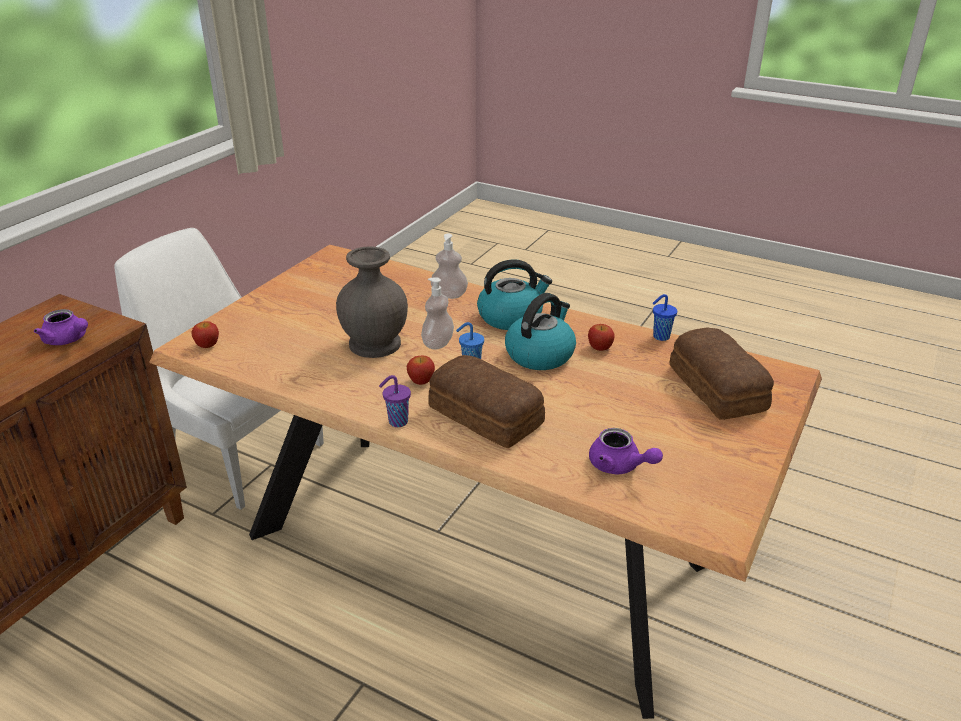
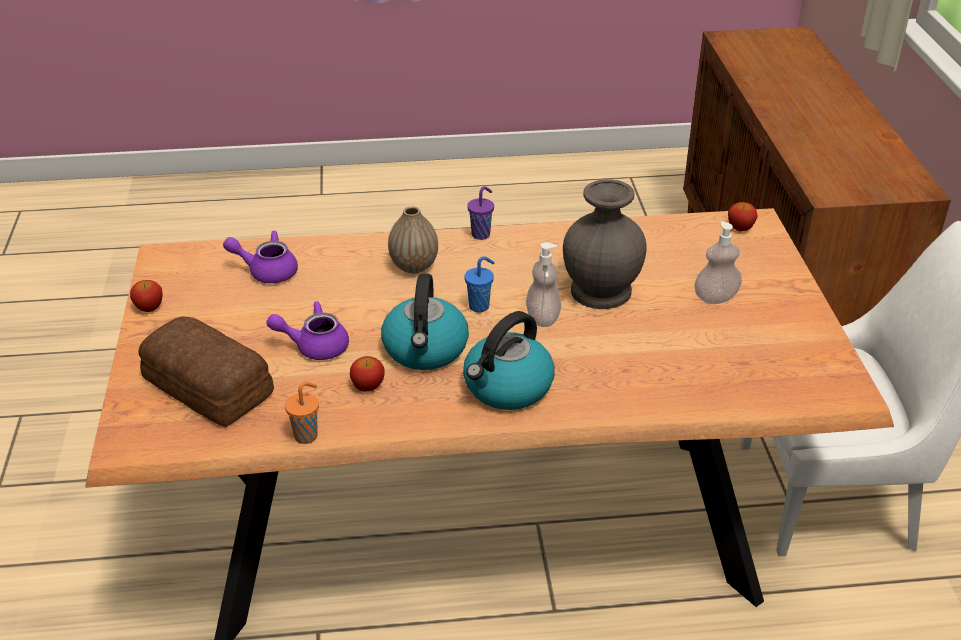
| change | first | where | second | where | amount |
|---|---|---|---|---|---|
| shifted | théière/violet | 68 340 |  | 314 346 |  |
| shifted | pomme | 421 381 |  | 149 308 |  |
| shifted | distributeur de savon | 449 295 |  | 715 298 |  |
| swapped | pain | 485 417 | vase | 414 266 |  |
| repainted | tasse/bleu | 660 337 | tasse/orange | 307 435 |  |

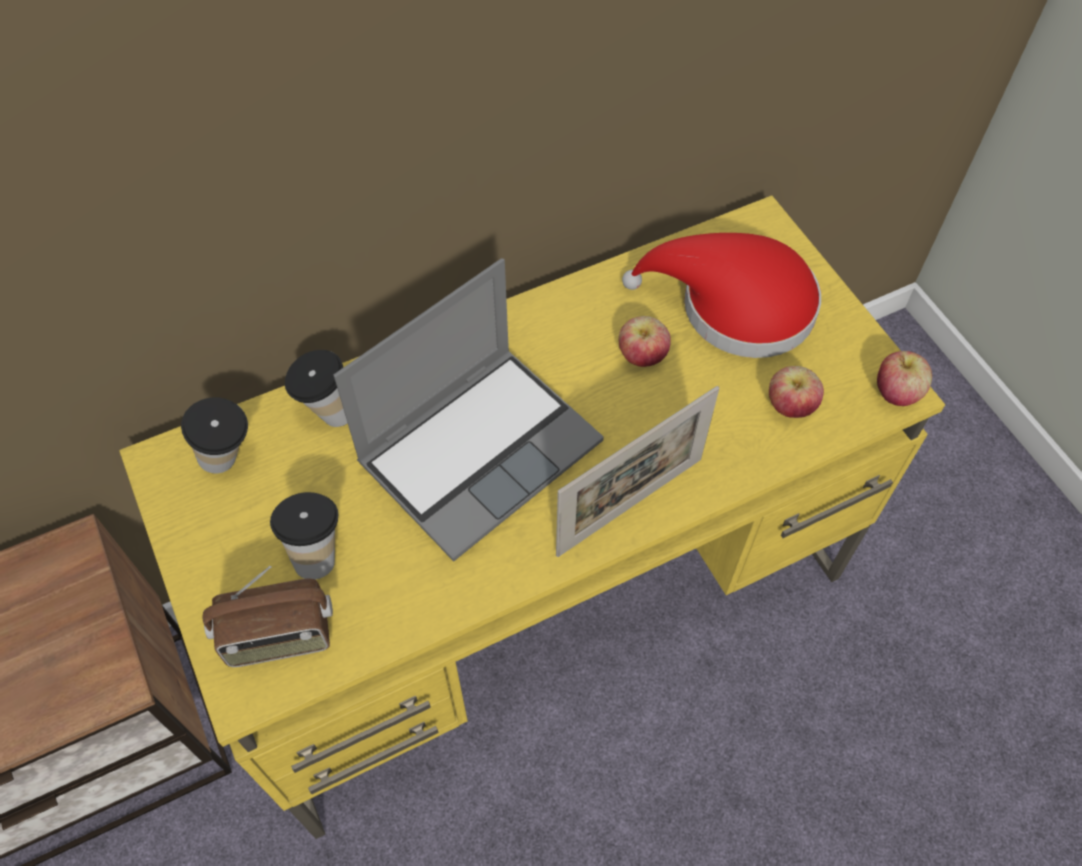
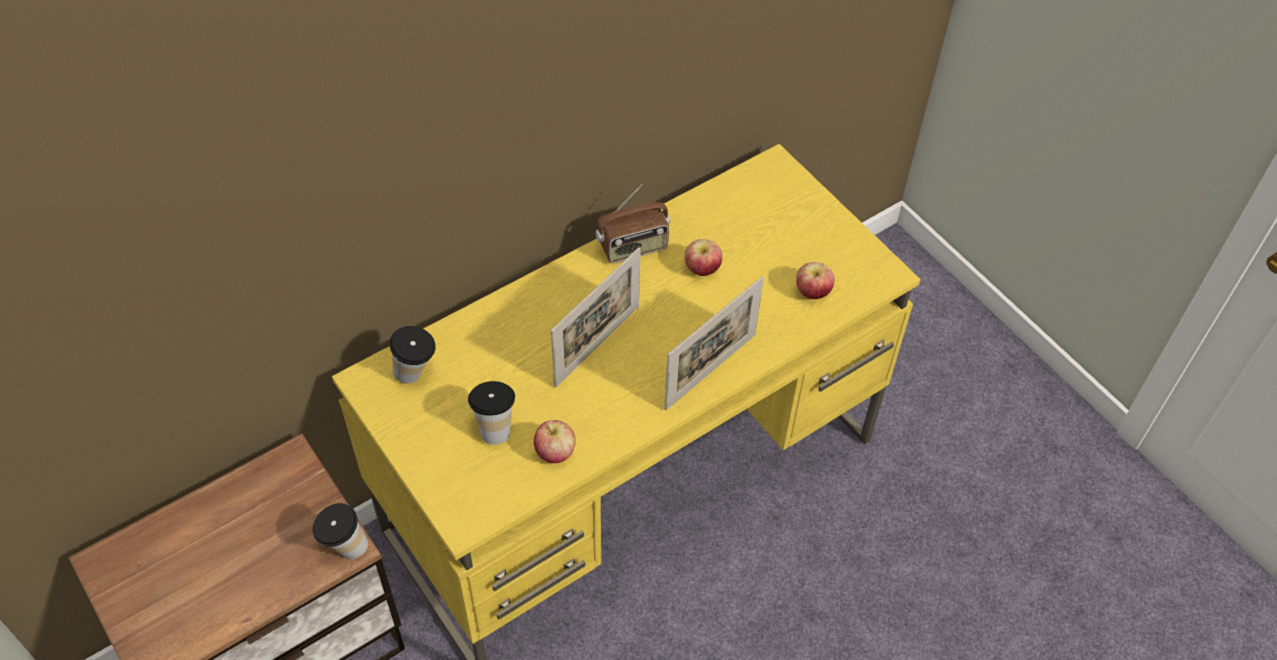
| change | first | where | second | where | amount |
|---|---|---|---|---|---|
| gone | chapeau/rouge | 735 306 |  |  |  |
| shifted | radio | 279 638 |  | 633 247 |  |
| shifted | tasse | 328 413 |  | 345 548 |  |
| shifted | pomme | 896 393 |  | 555 452 |  |
| swapped | ordinateur portable | 480 449 | cadre photo | 597 345 |  |

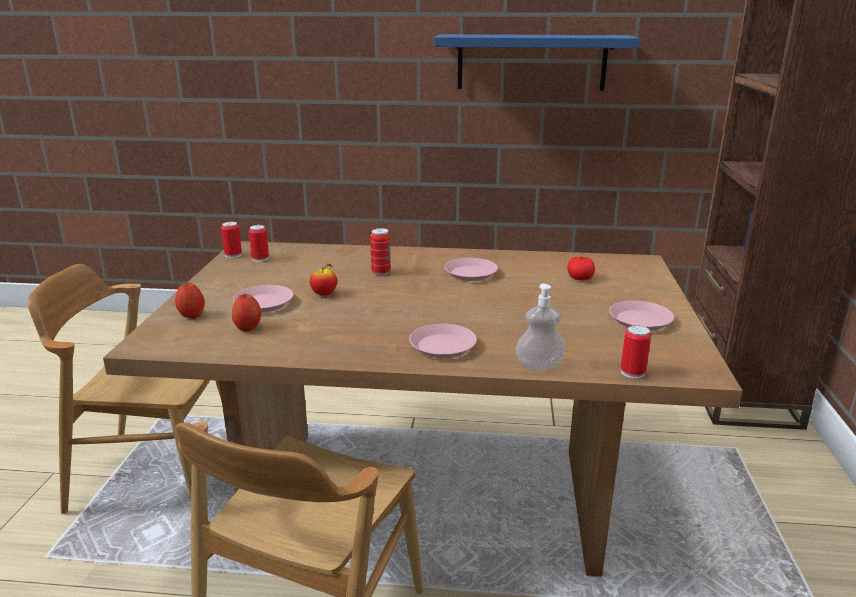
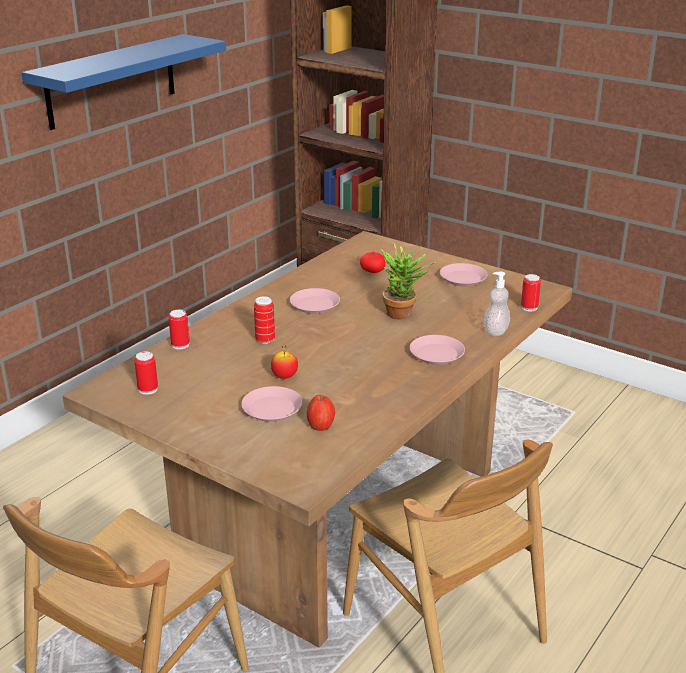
| change | first | where | second | where | amount |
|---|---|---|---|---|---|
| gone | pomme | 192 315 |  |  |  |
| new |  |  | plante en pot | 404 314 |  |
| shifted | boîte métallique | 233 255 |  | 180 345 |  |

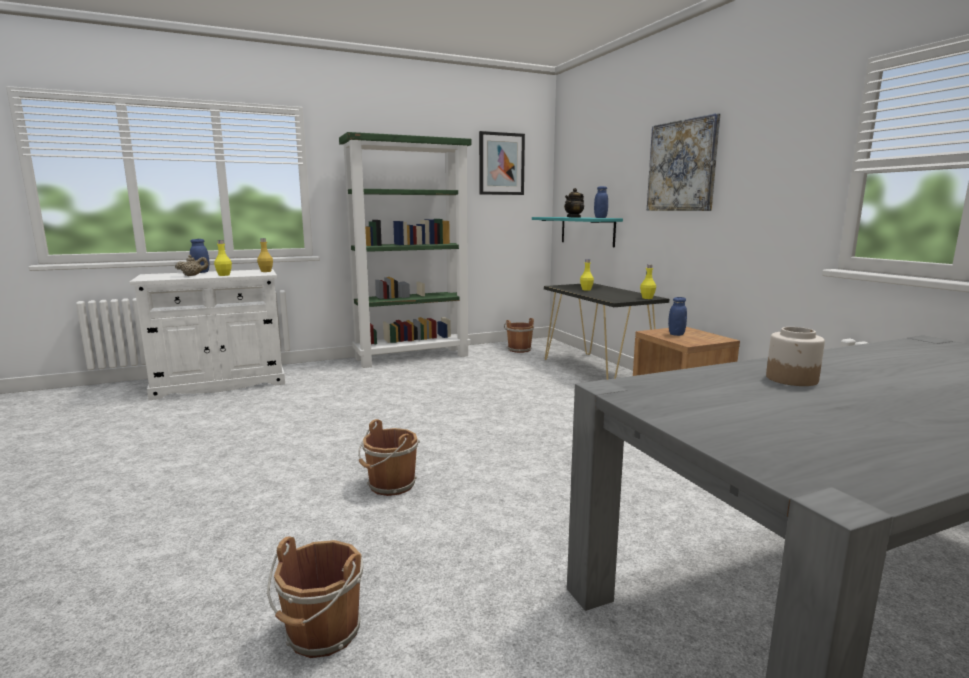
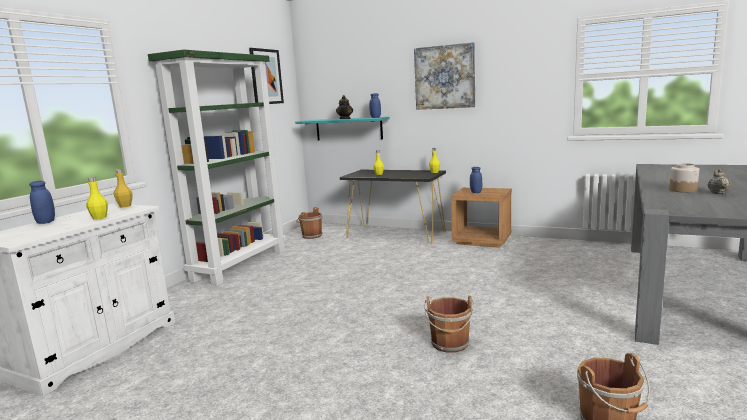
| change | first | where | second | where | amount |
|---|---|---|---|---|---|
| shifted | théière/beige | 193 275 |  | 717 193 |  |

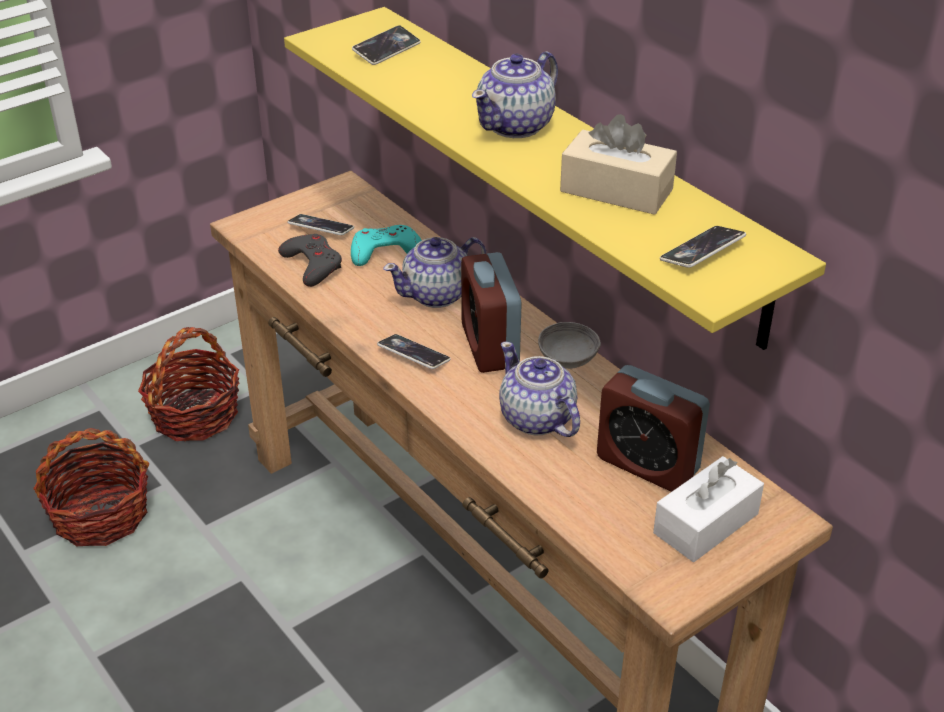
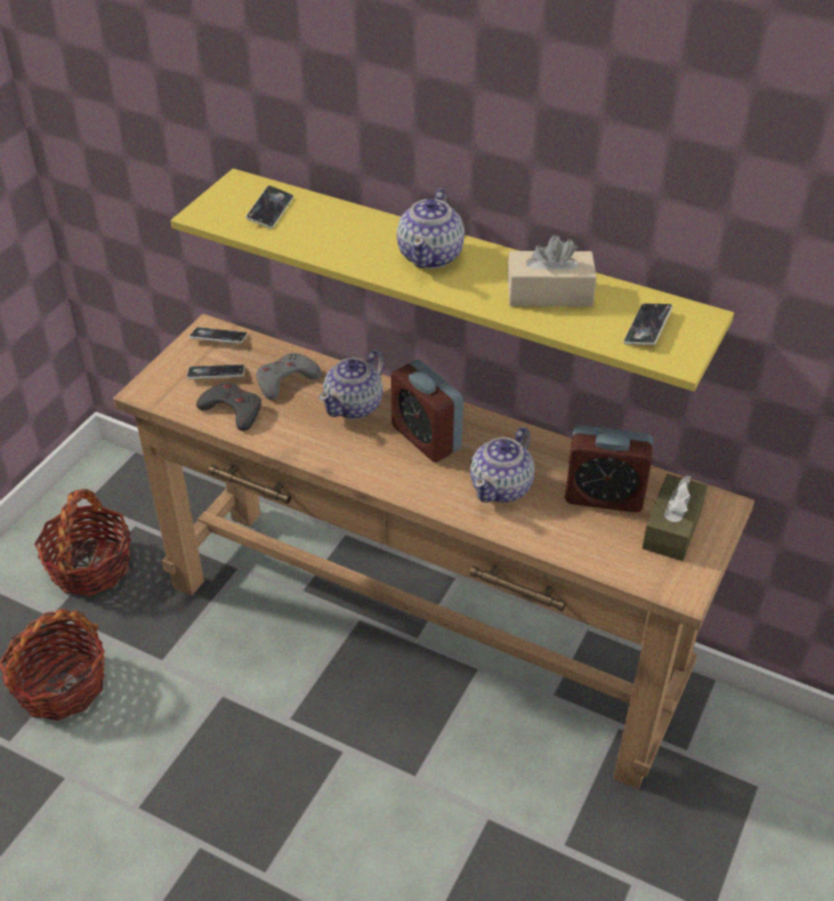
| change | first | where | second | where | amount |
|---|---|---|---|---|---|
| gone | bol/gris | 568 359 |  |  |  |
| shifted | téléphone | 414 355 |  | 219 338 |  |
| repainted | manette/turquoise | 385 252 | manette/gris | 286 380 |  |
| repainted | boîte à mouchoirs/blanc | 706 523 | boîte à mouchoirs/marron | 672 528 |  |
| rotated | théière | 537 419 |  | 502 487 | 90 degrees counterclockwise |

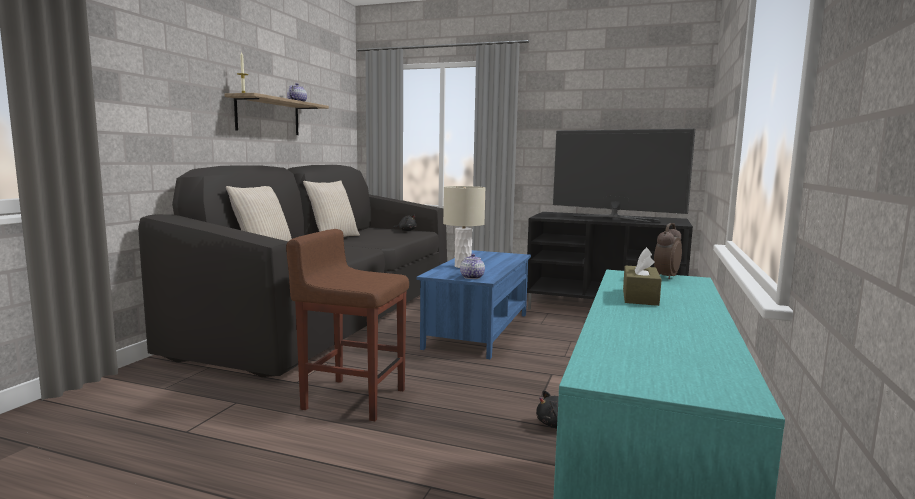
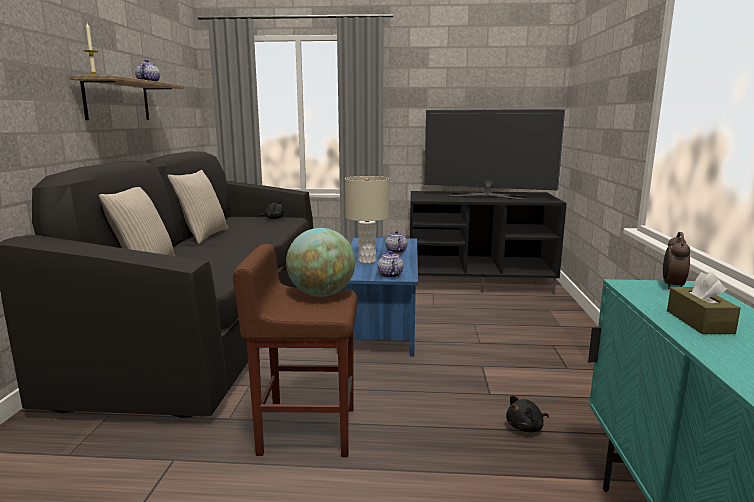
| change | first | where | second | where | amount |
|---|---|---|---|---|---|
| new |  |  | globe | 321 294 |  |
| new |  |  | théière | 395 251 |  |

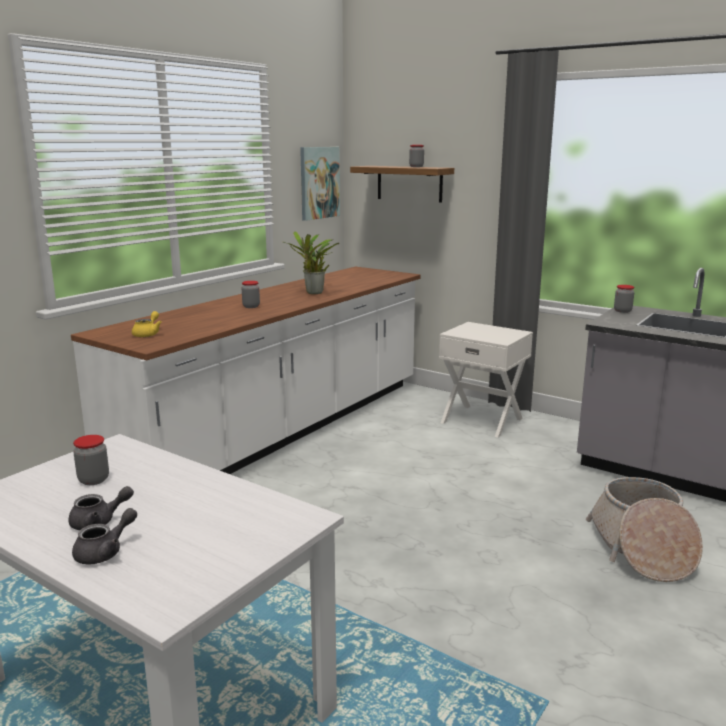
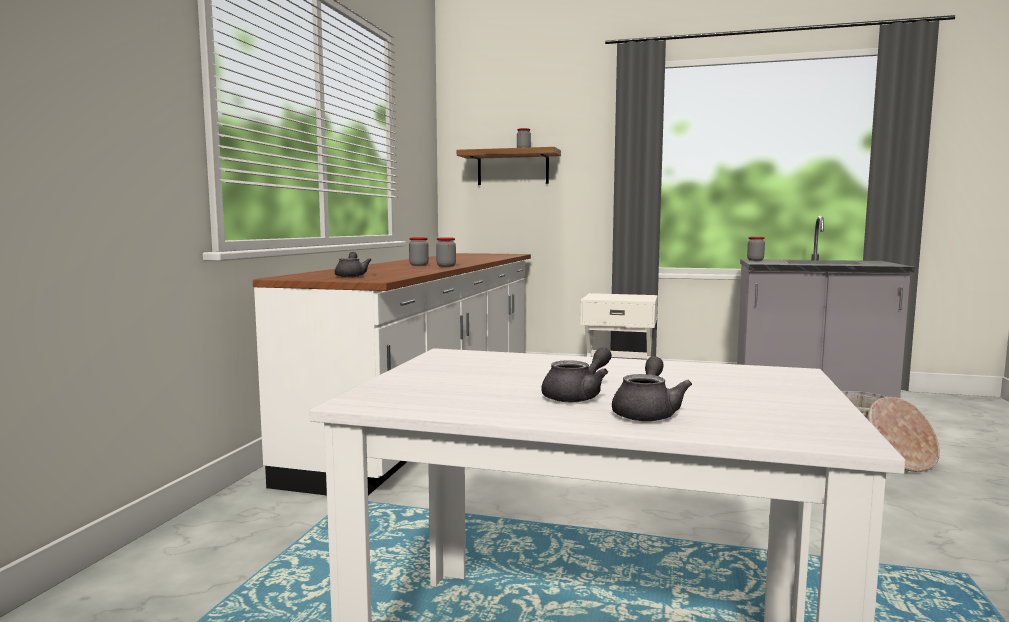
| change | first | where | second | where | amount |
|---|---|---|---|---|---|
| gone | plante en pot | 313 293 |  |  |  |
| gone | tableau | 319 183 |  |  |  |
| shifted | bocal | 93 480 |  | 446 266 |  |
| repainted | théière/jaune | 148 334 | théière/gris | 351 276 |  |

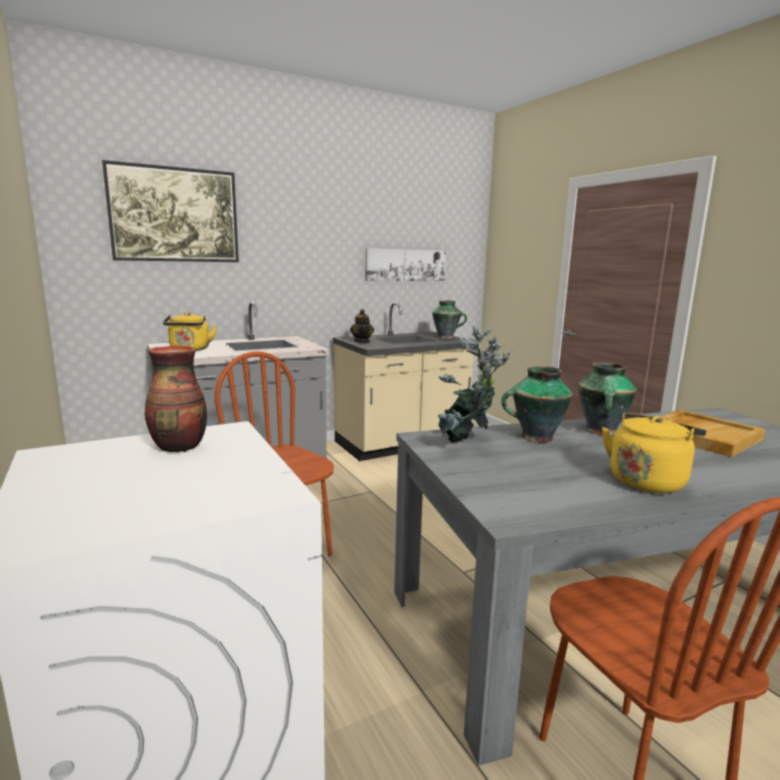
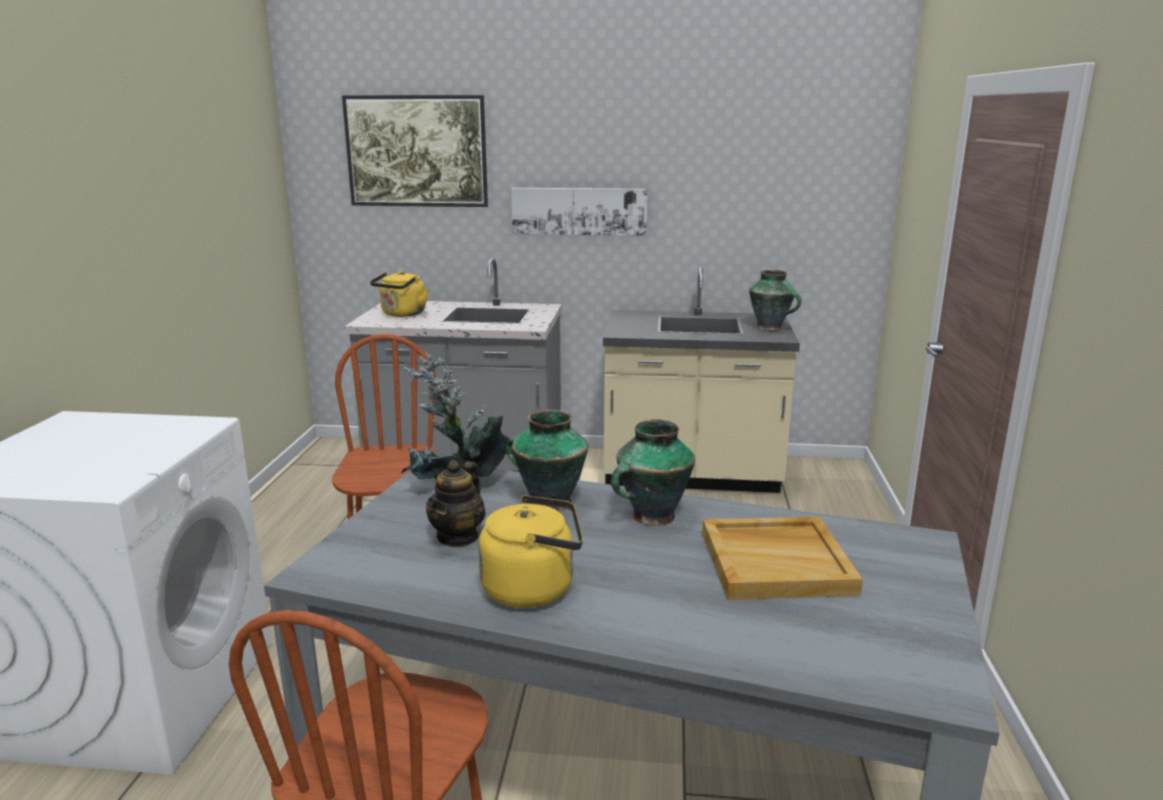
| change | first | where | second | where | amount |
|---|---|---|---|---|---|
| gone | vase | 179 447 |  |  |  |
| shifted | théière | 362 341 |  | 458 537 |  |
| shifted | tableau | 405 265 |  | 579 211 |  |

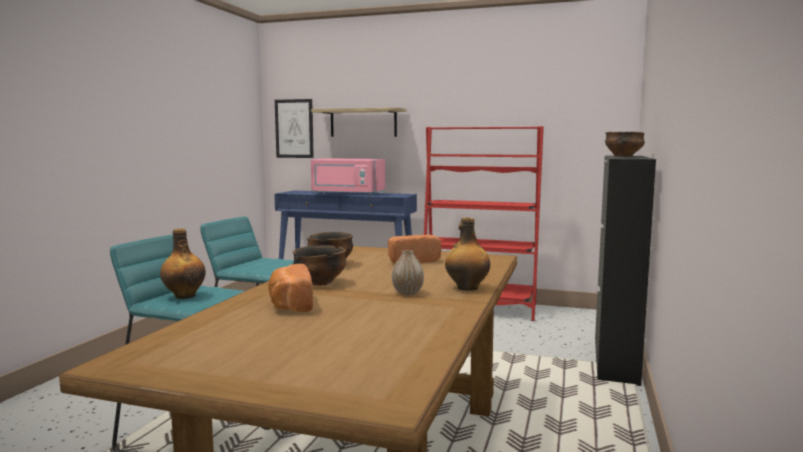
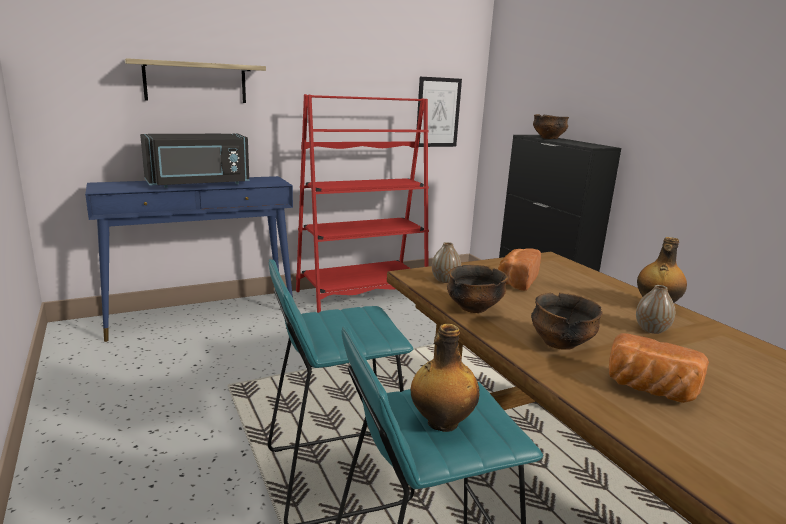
| change | first | where | second | where | amount |
|---|---|---|---|---|---|
| new |  |  | vase | 445 280 |  |
| shifted | tableau | 294 128 |  | 438 112 |  |
| repainted | micro-ondes/rose | 347 194 | micro-ondes/noir | 198 184 |  |

